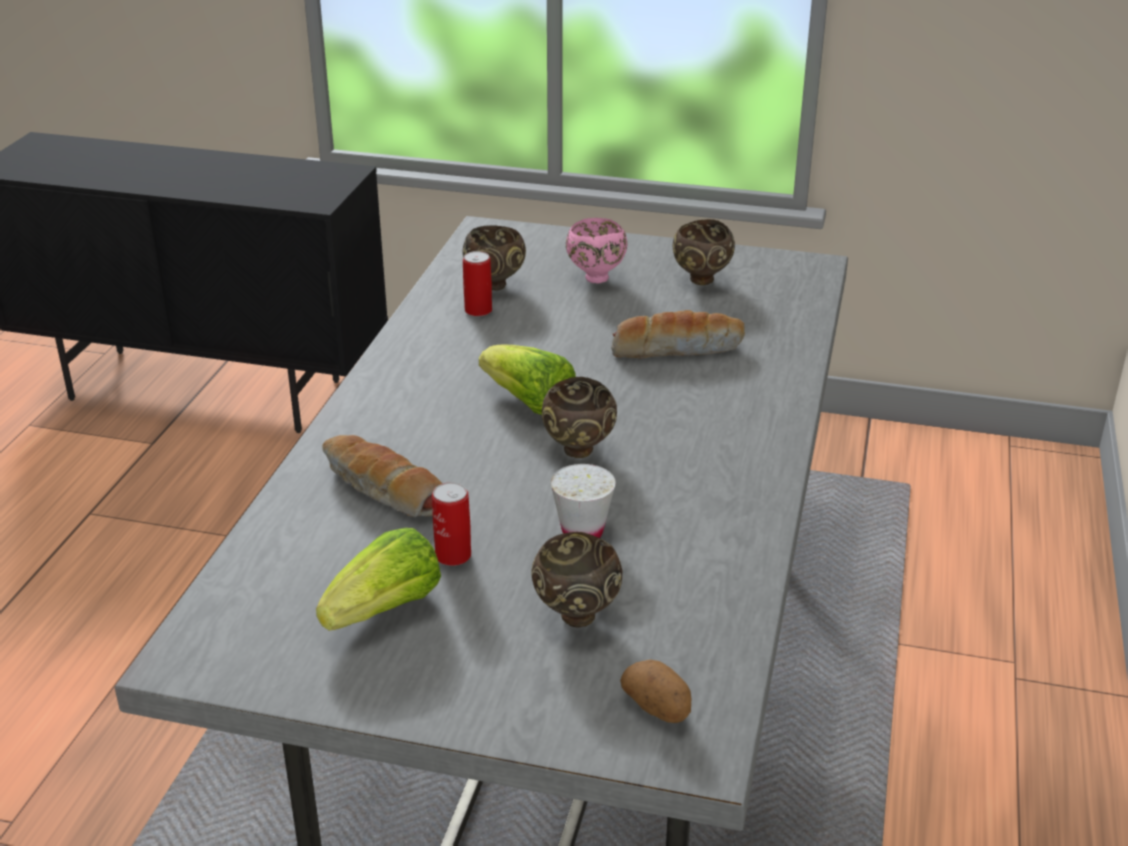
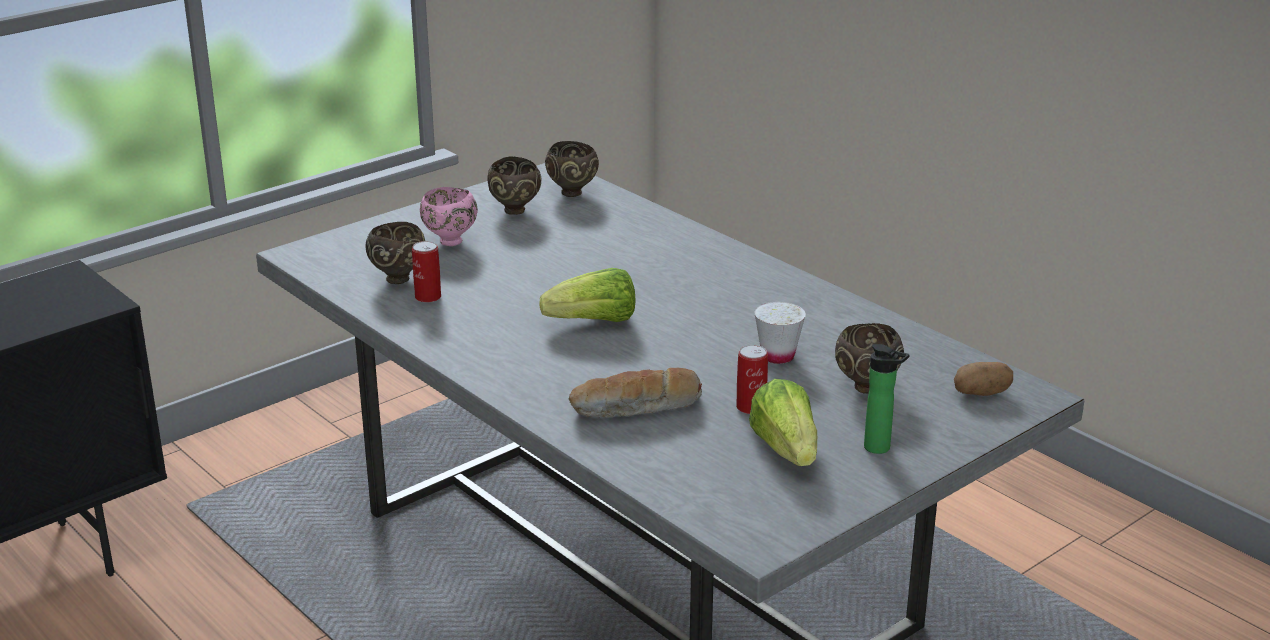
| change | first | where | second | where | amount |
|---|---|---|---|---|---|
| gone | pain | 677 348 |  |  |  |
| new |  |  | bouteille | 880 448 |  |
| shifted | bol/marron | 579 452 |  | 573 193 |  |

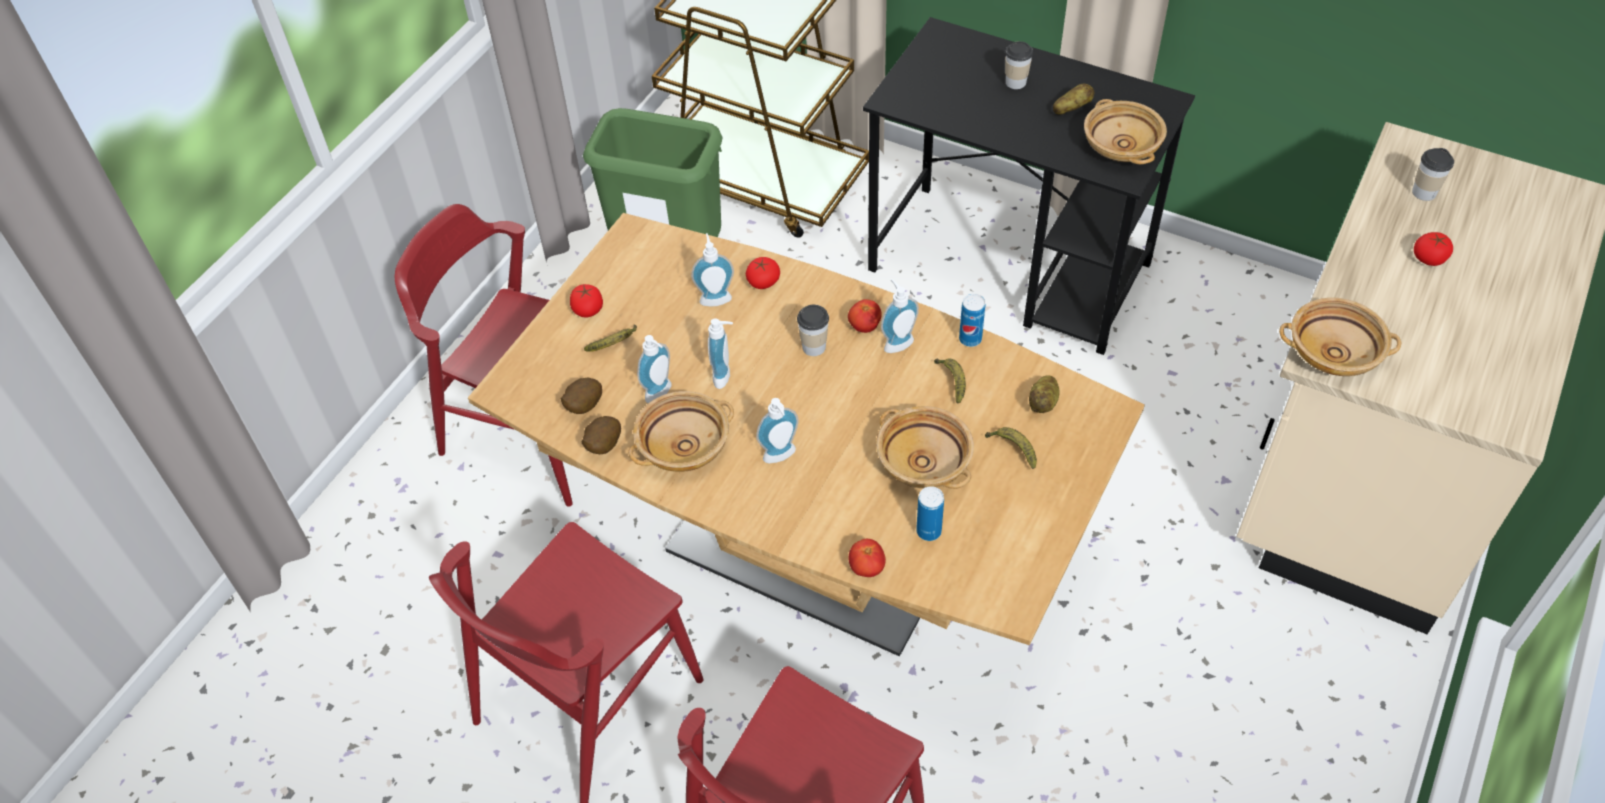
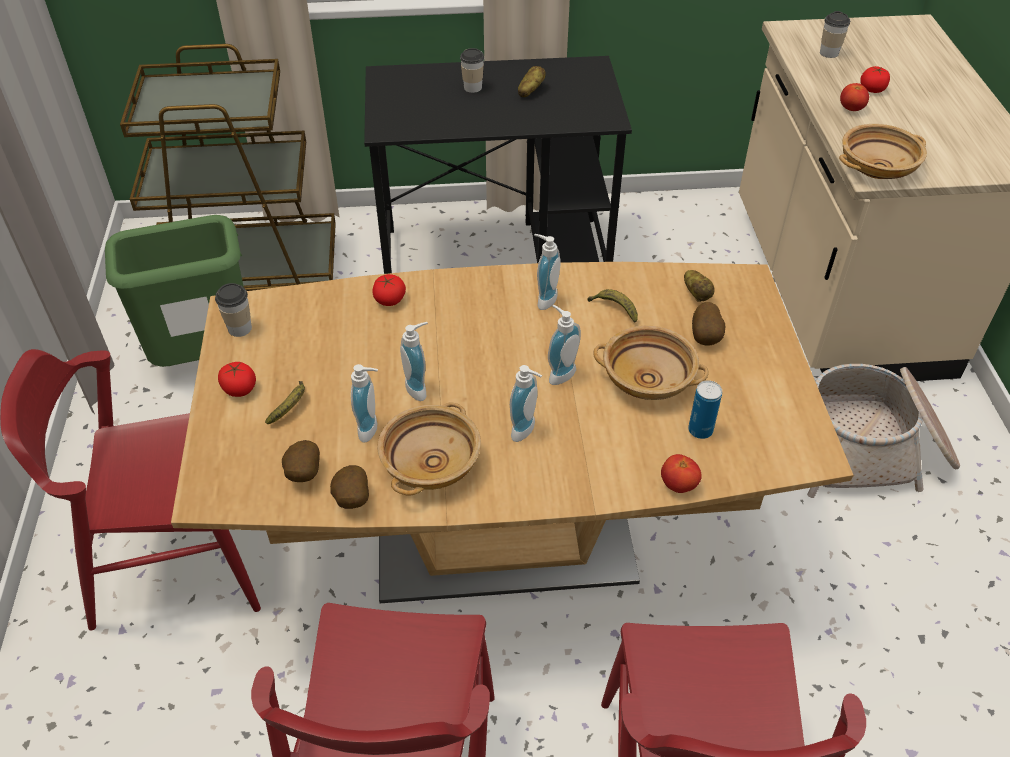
| change | first | where | second | where | amount |
|---|---|---|---|---|---|
| gone | boîte métallique | 970 339 |  |  |  |
| gone | bol/beige | 1120 147 |  |  |  |
| new |  |  | panier | 868 450 |  |
| shifted | distributeur de savon | 715 297 |  | 559 373 |  |
| shifted | tasse | 814 347 |  | 239 328 |  |
| shifted | tomate | 864 326 |  | 851 109 |  |
| swapped | banane | 1013 449 | pomme de terre | 706 338 |  |

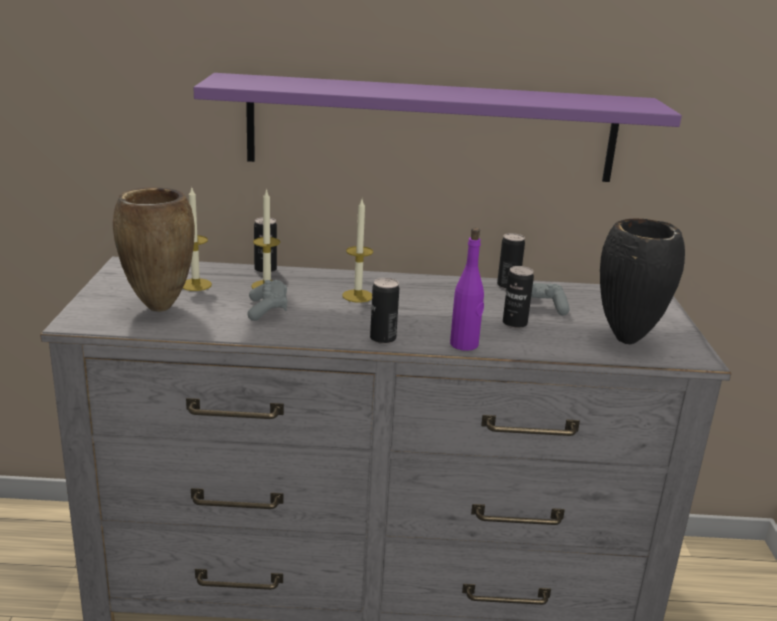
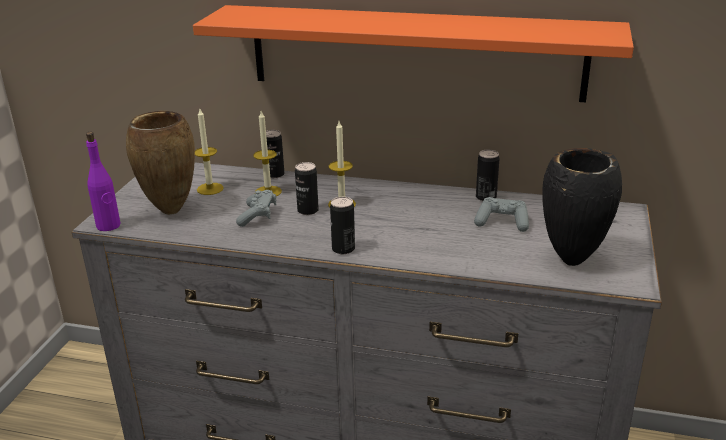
| change | first | where | second | where | amount |
|---|---|---|---|---|---|
| shifted | bouteille/violet | 464 344 |  | 108 226 |  |
| shifted | boîte métallique | 514 323 |  | 308 210 |  |
| repainted | étagère/violet | 431 129 | étagère/orange | 414 52 |  |

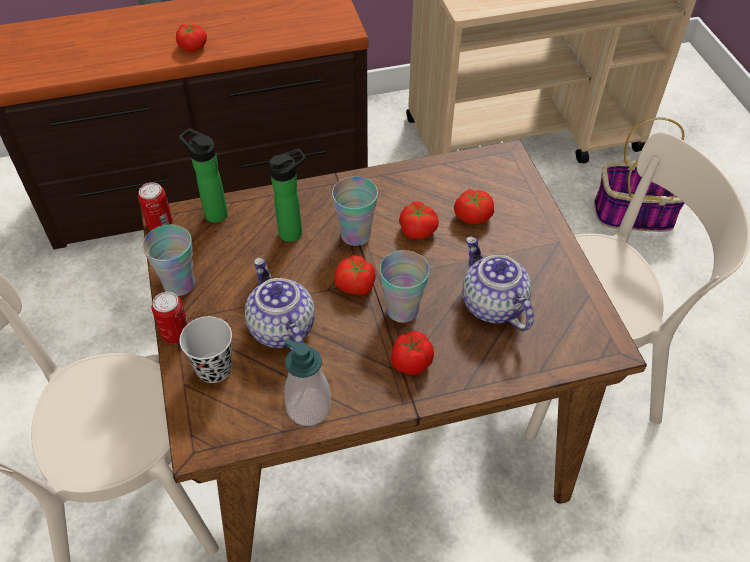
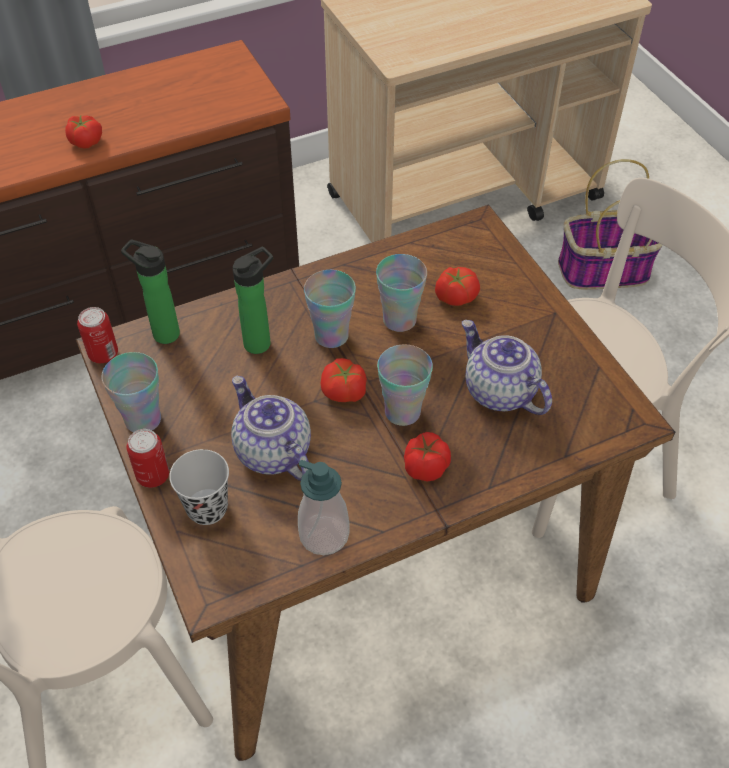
| change | first | where | second | where | amount |
|---|---|---|---|---|---|
| swapped | tomate | 418 229 | tasse | 399 320 |  |

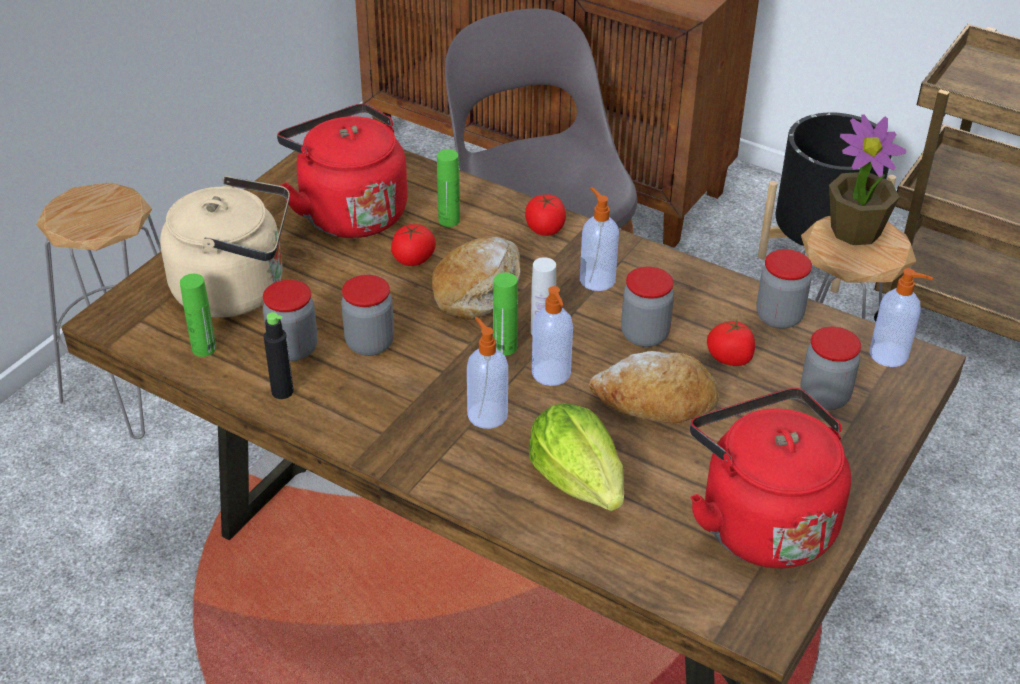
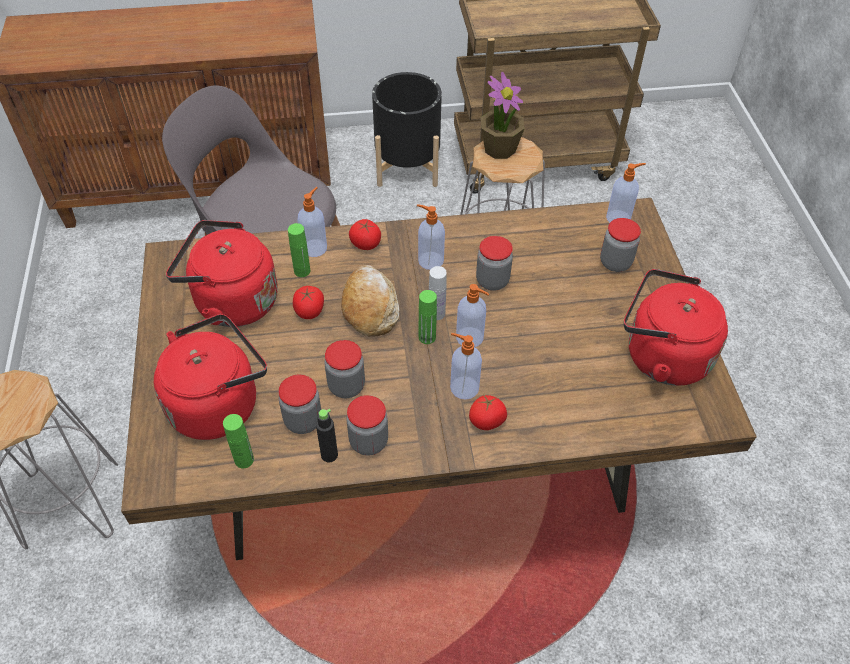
| change | first | where | second | where | amount |
|---|---|---|---|---|---|
| gone | laitue | 579 480 |  |  |  |
| gone | pain | 655 401 |  |  |  |
| new |  |  | distributeur de savon | 315 247 |  |
| shifted | tomate | 730 358 |  | 487 421 |  |
| shifted | bocal | 779 317 |  | 368 441 |  |
| repainted | bouilloire/beige | 237 289 | bouilloire/rouge | 218 403 |  |

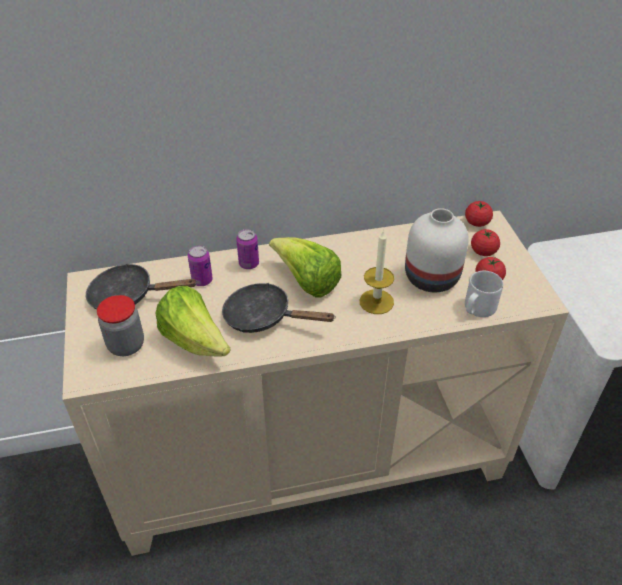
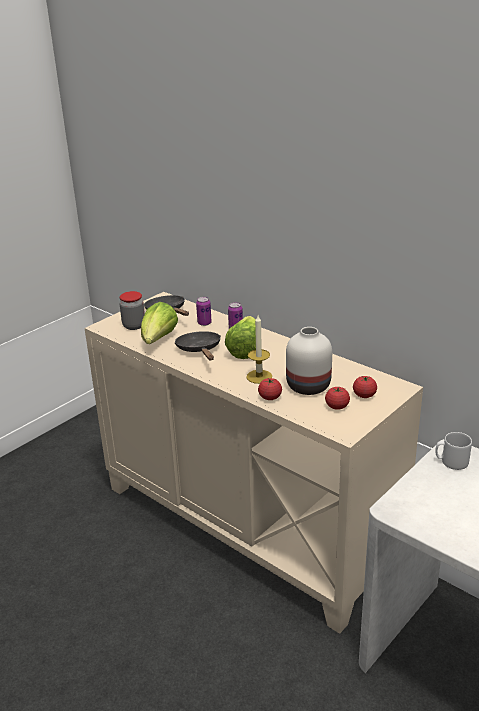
| change | first | where | second | where | amount |
|---|---|---|---|---|---|
| shifted | tomate | 477 222 |  | 270 397 |  |
| shifted | mug/gris | 477 308 |  | 451 462 |  |

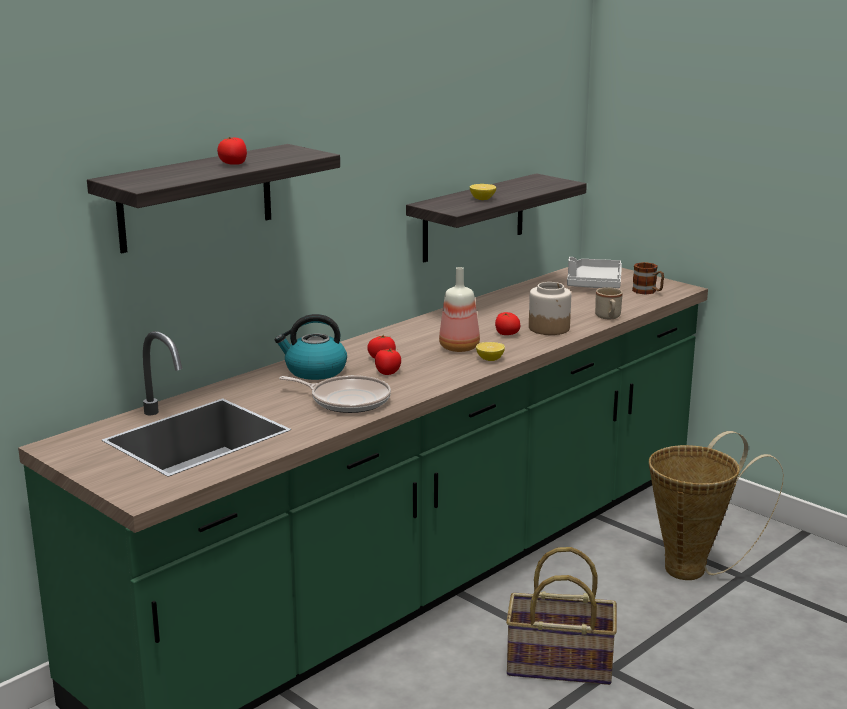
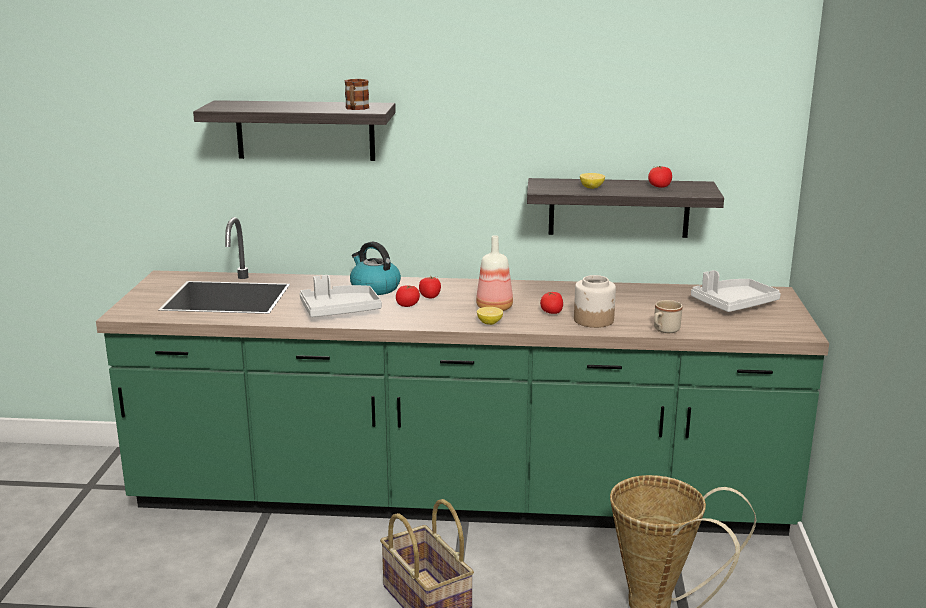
| change | first | where | second | where | amount |
|---|---|---|---|---|---|
| shifted | tomate | 233 164 |  | 659 187 |  |
| shifted | mug | 648 292 |  | 356 108 |  |
| swapped | poêle | 347 400 | plateau/gris | 339 310 |  |

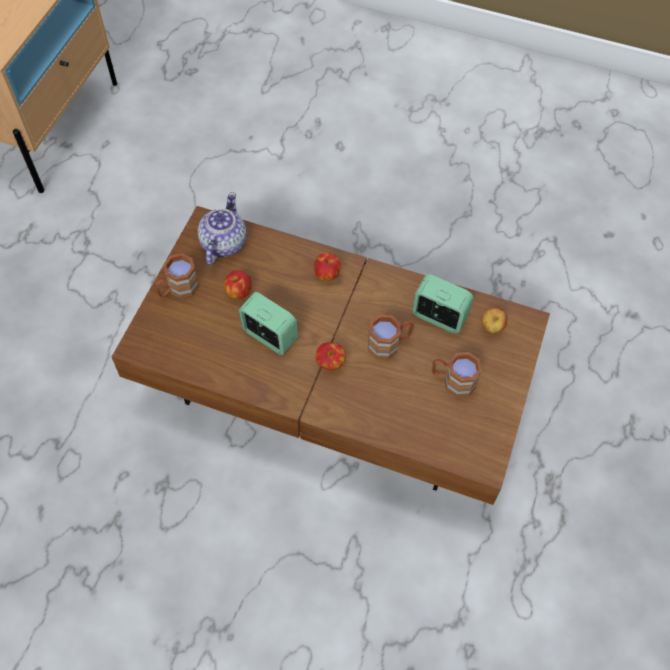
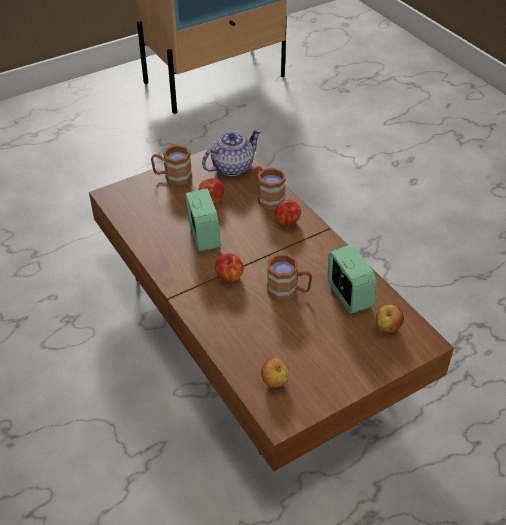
| change | first | where | second | where | amount |
|---|---|---|---|---|---|
| new |  |  | pomme | 275 382 |  |
| shifted | mug/marron | 452 381 |  | 267 197 |  |

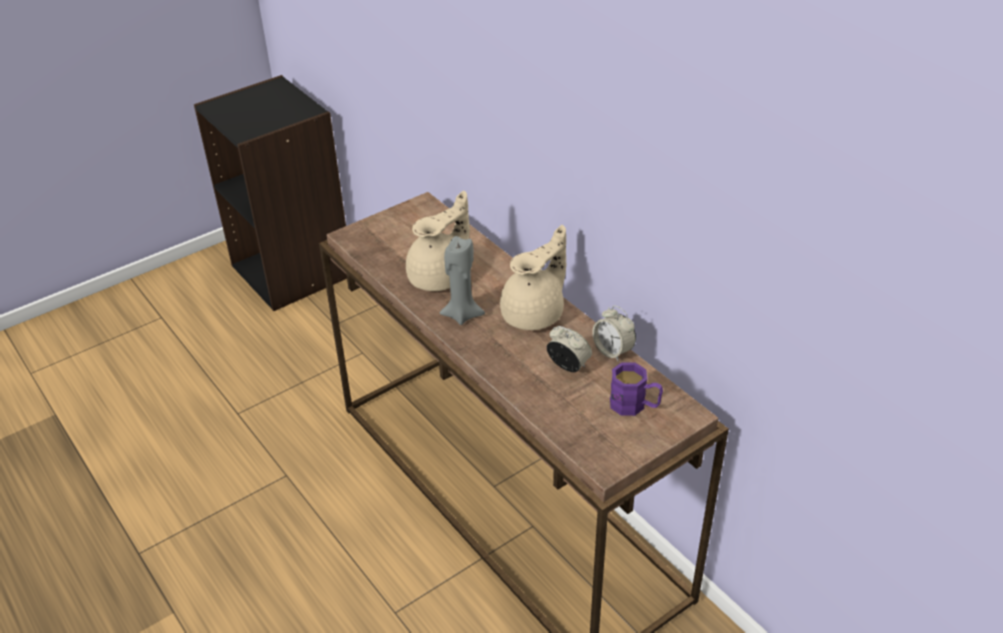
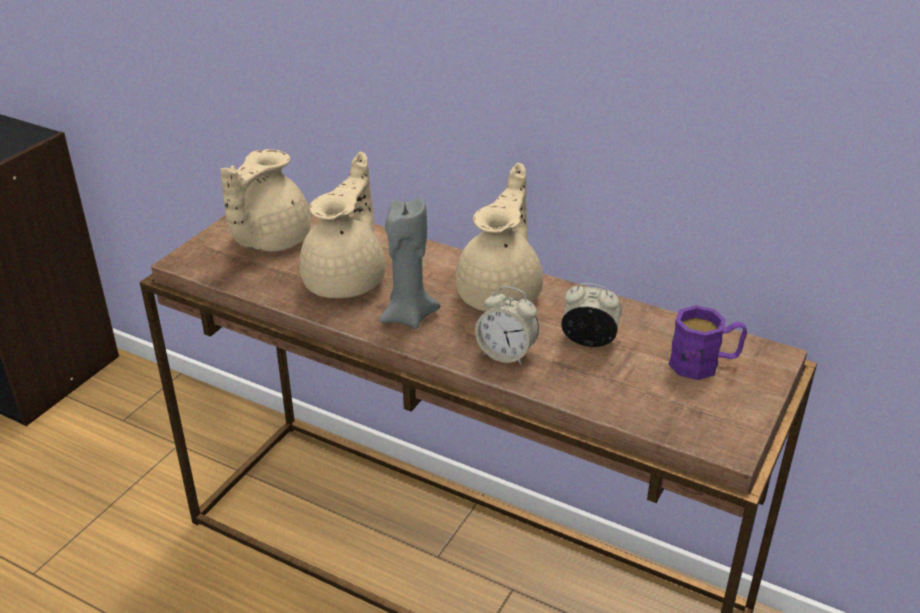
| change | first | where | second | where | amount |
|---|---|---|---|---|---|
| new |  |  | théière/beige | 268 241 |  |
| shifted | réveil | 613 351 |  | 506 354 |  |

